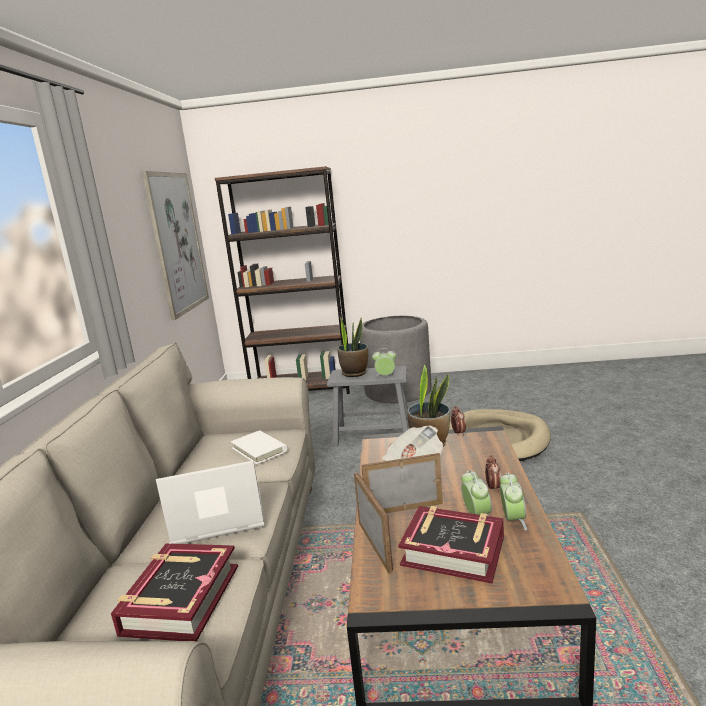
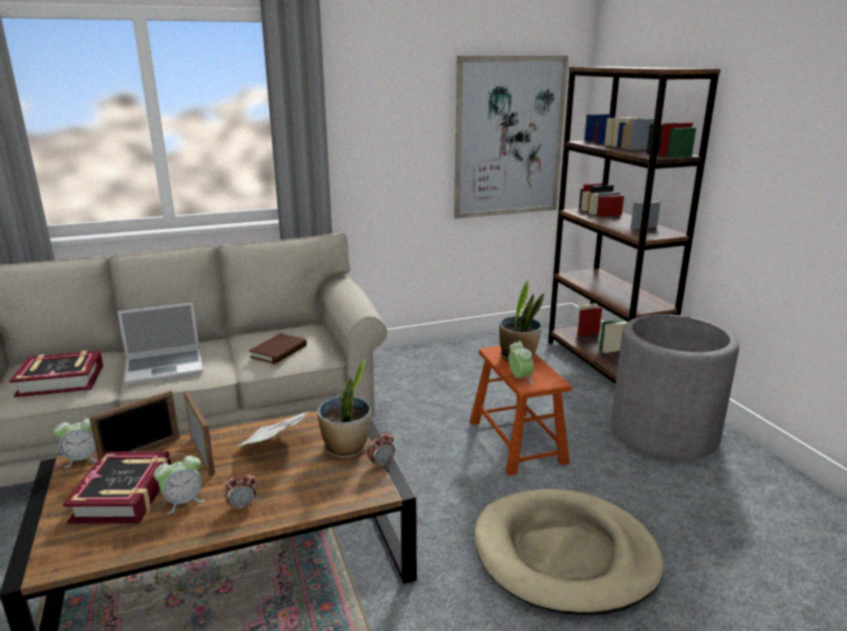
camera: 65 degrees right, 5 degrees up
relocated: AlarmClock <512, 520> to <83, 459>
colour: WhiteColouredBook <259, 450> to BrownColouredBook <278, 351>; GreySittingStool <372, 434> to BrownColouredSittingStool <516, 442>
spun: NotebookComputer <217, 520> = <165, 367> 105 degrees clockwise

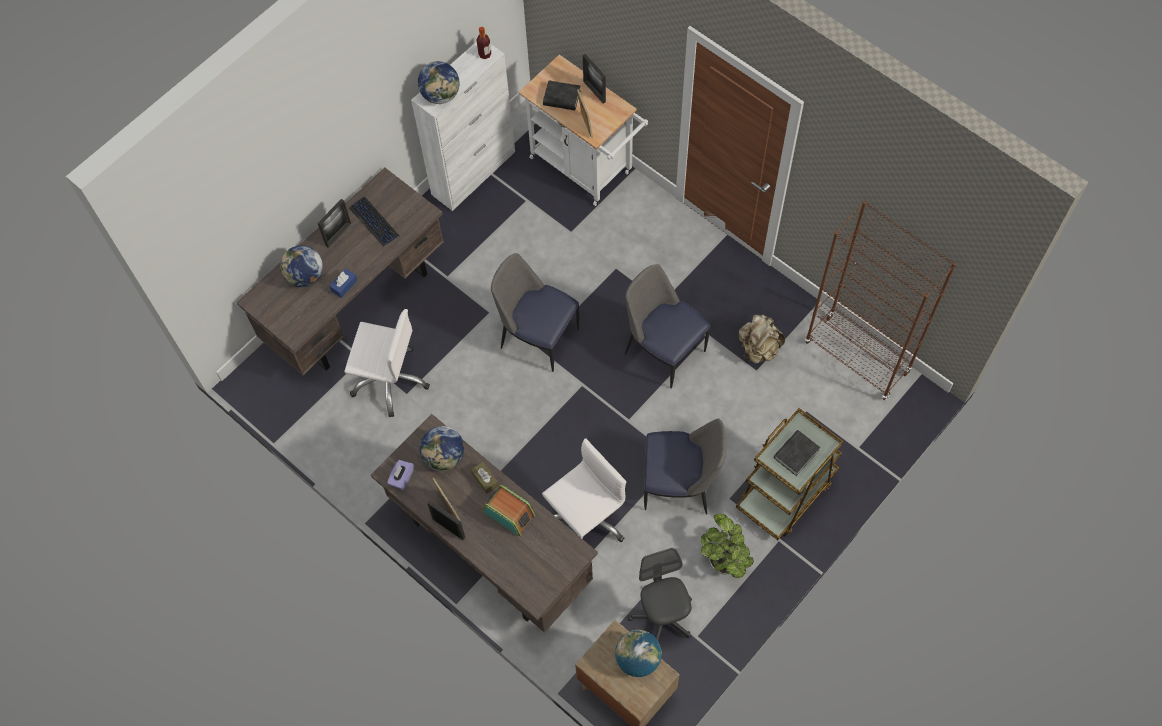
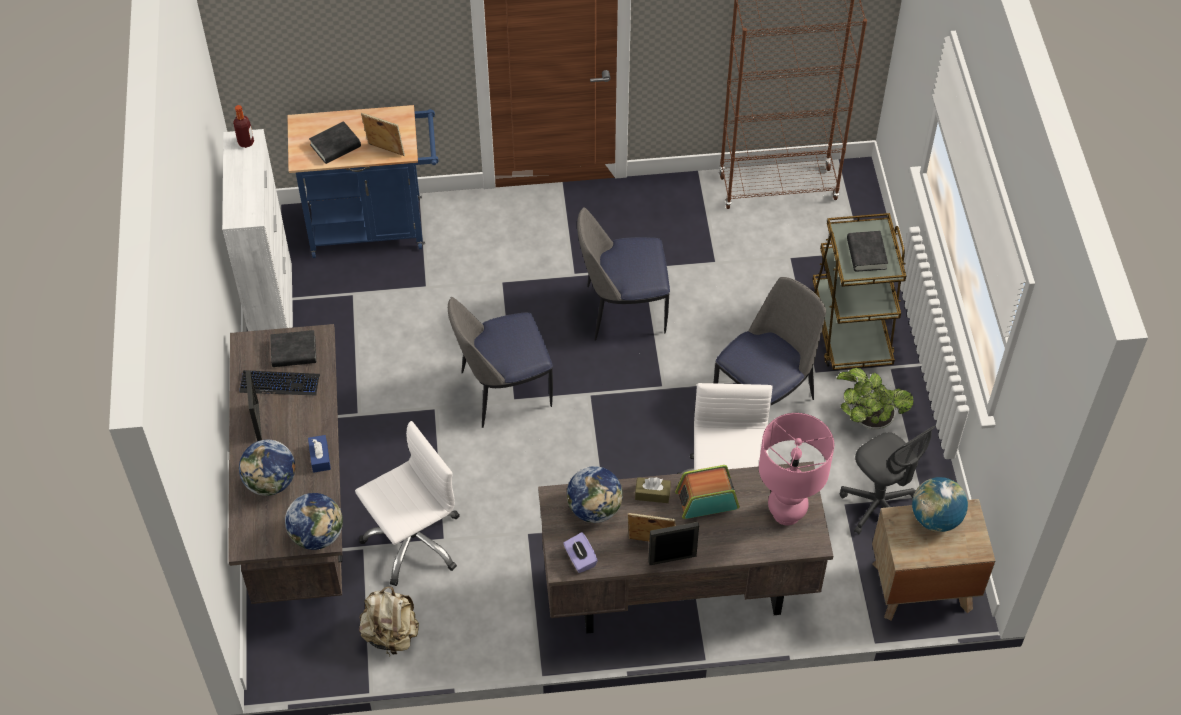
camera: 50 degrees left, 10 degrees down
missing: PhotoFrame <594, 91>
appeared: BlackBook <294, 352>; PinkColouredTableLamp <786, 513>
relocated: DeskGlobe <441, 95> to <317, 535>; BeigeBackpack <758, 348> to <391, 634>
colour: WhiteColouredCart <586, 168> to BlueCart <375, 227>
spun: GreyDeskChair <662, 617> = <878, 506> 150 degrees counterclockwise

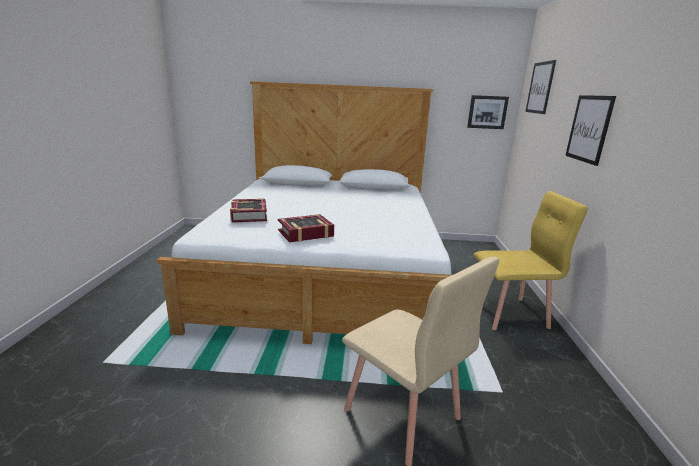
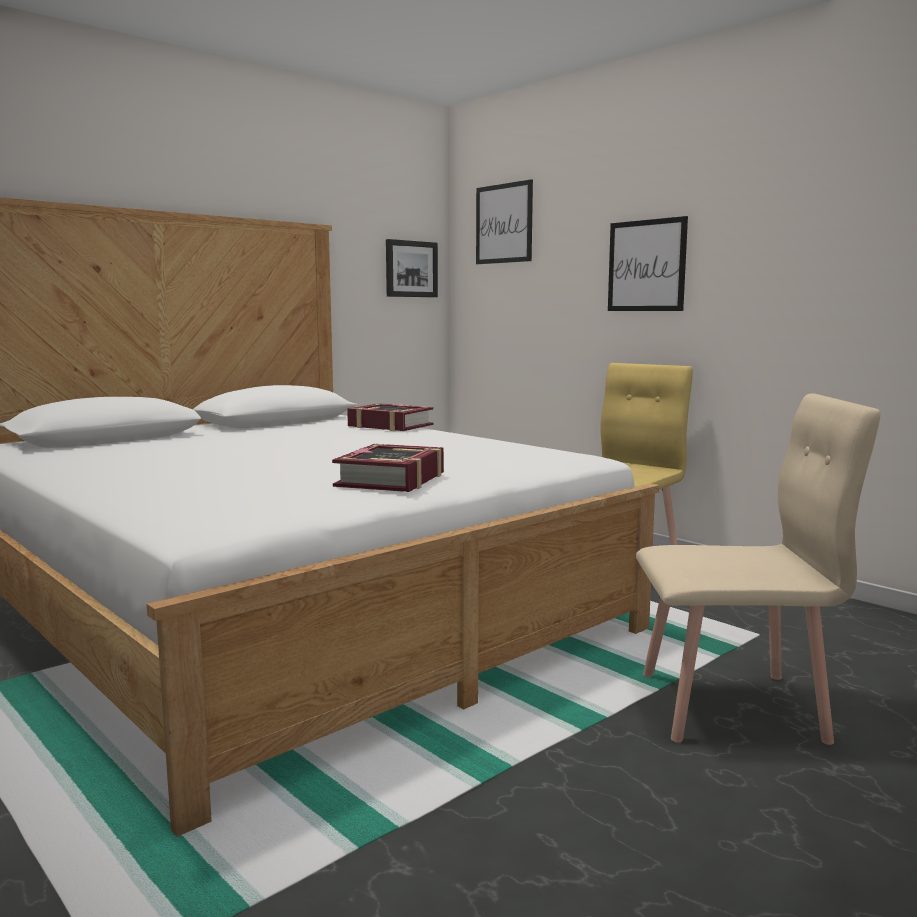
camera: 45 degrees left, 10 degrees down
relocated: Book <249, 215> to <390, 426>

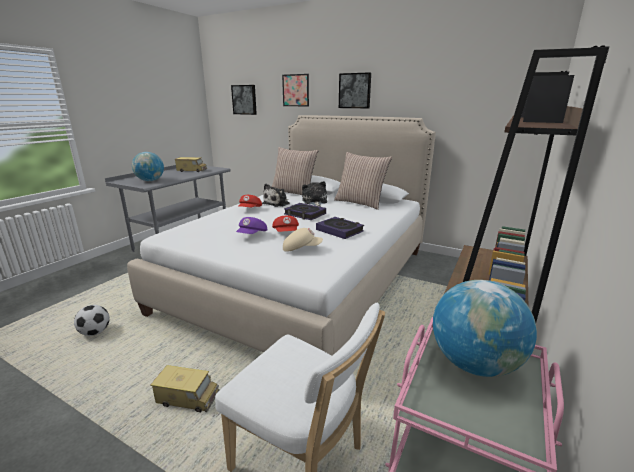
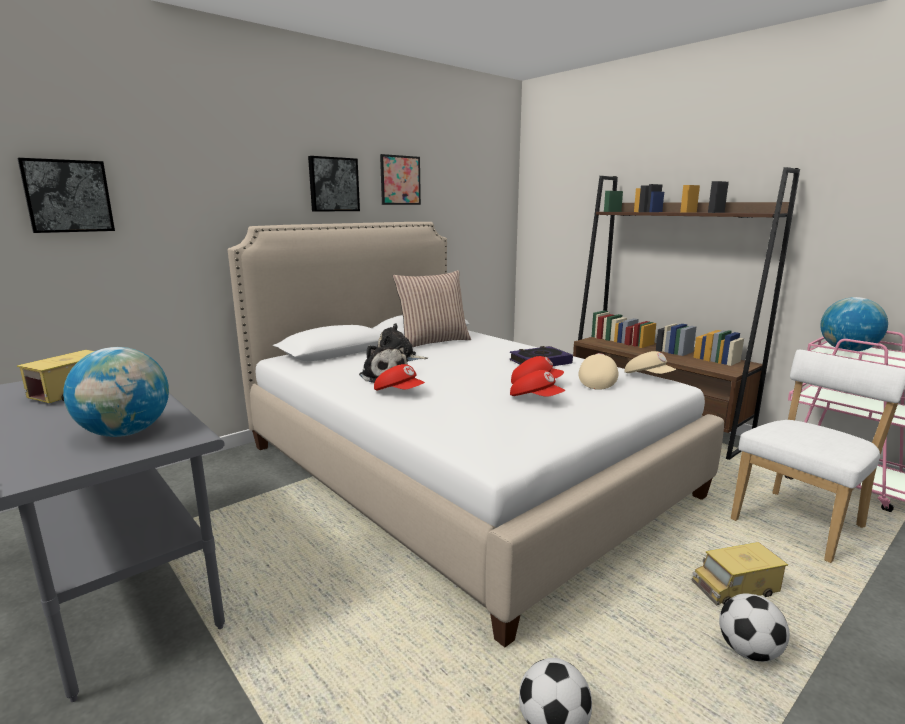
camera: 70 degrees left, 5 degrees down
missing: ThrowPillow <293, 192>; Book <305, 214>
appeared: BeigeCap <648, 376>; BallForFootball <748, 651>
relocated: WallArt <295, 90> to <400, 180>
colour: PurpleCap <252, 235> to ReddishCap <536, 399>
spun: ToyTruck <188, 398> = <735, 588> 135 degrees counterclockwise

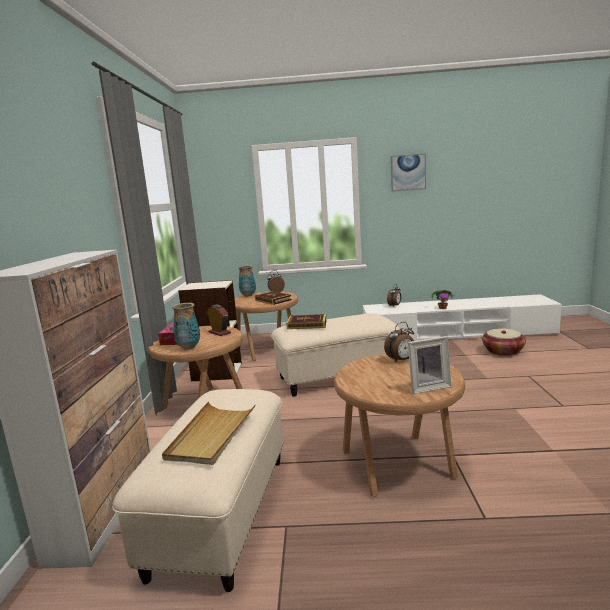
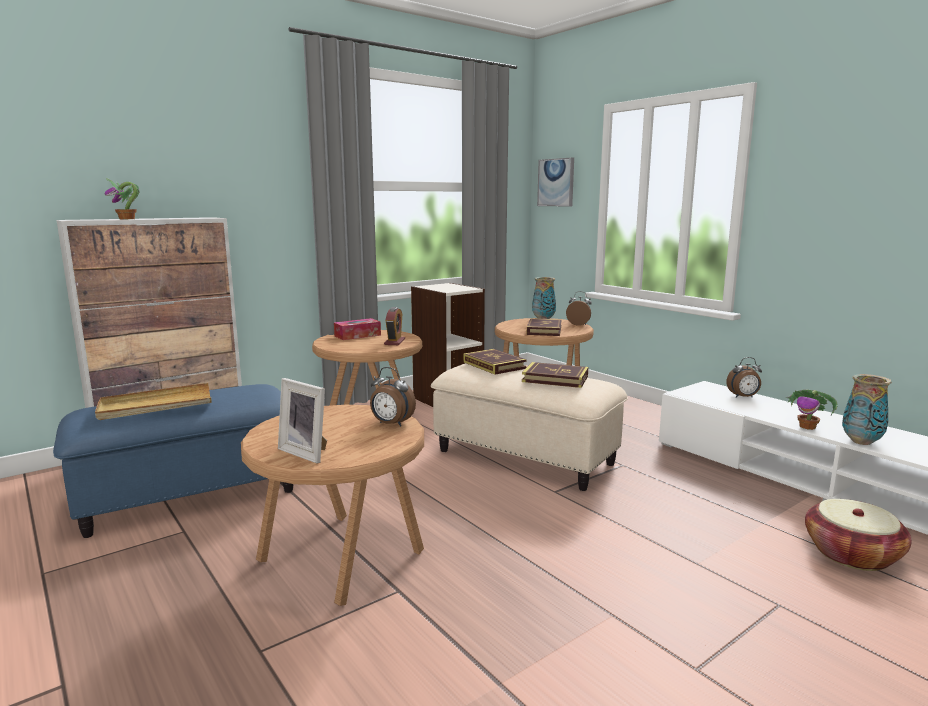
camera: 50 degrees right, 0 degrees up
appeared: PottedPlant <127, 219>; Book <555, 379>
relocated: FlowerVase <189, 348> to <861, 442>; WallArt <408, 172> to <556, 182>
colour: BeigePouffe <221, 512> to BluePouffe <191, 495>

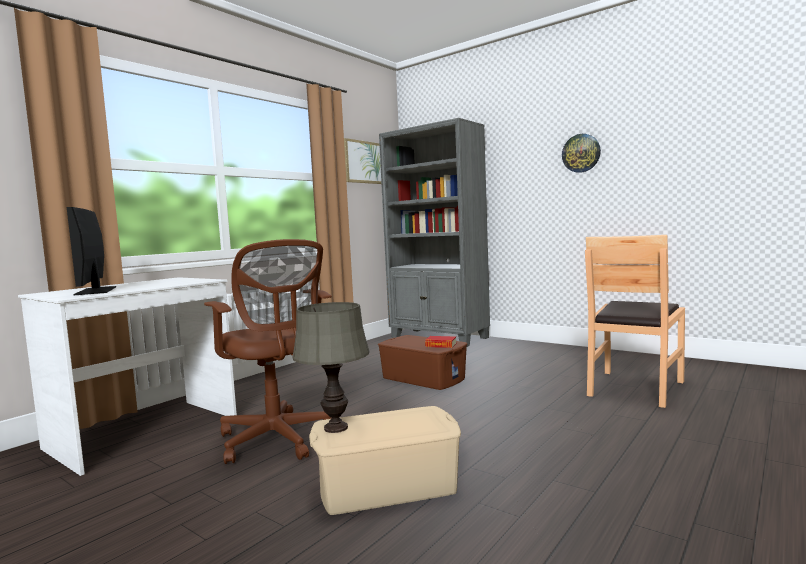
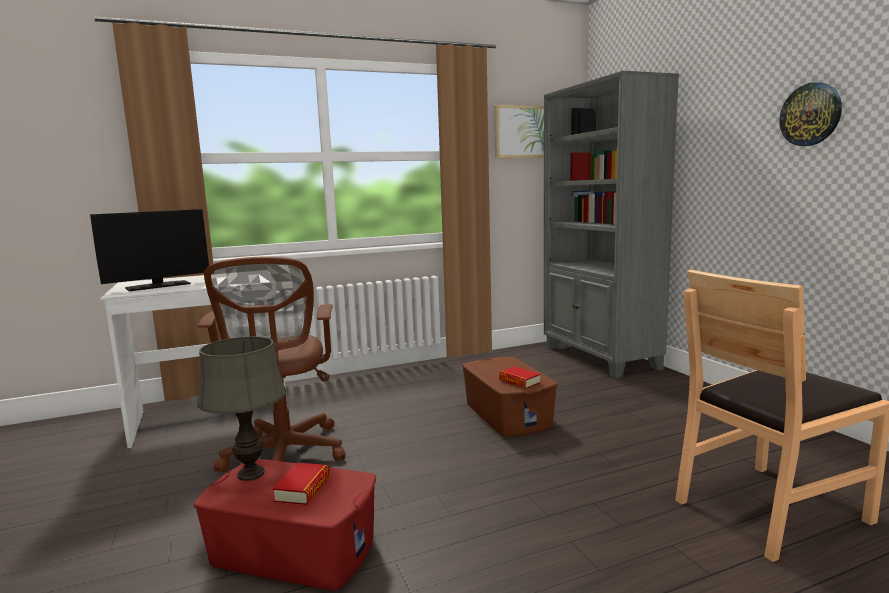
camera: 30 degrees right, 5 degrees up
appeared: Book <303, 489>
colour: BeigeStorageBox <386, 485> to ReddishStorageBox <294, 550>
spun: Monitor <96, 291> = <158, 286> 135 degrees counterclockwise

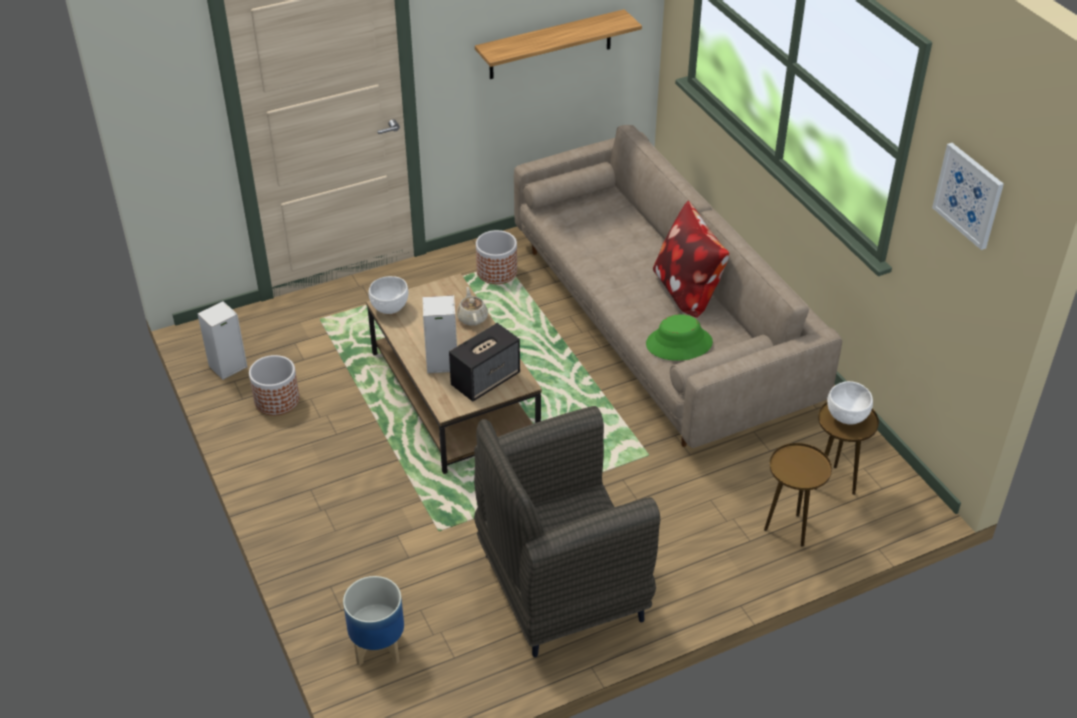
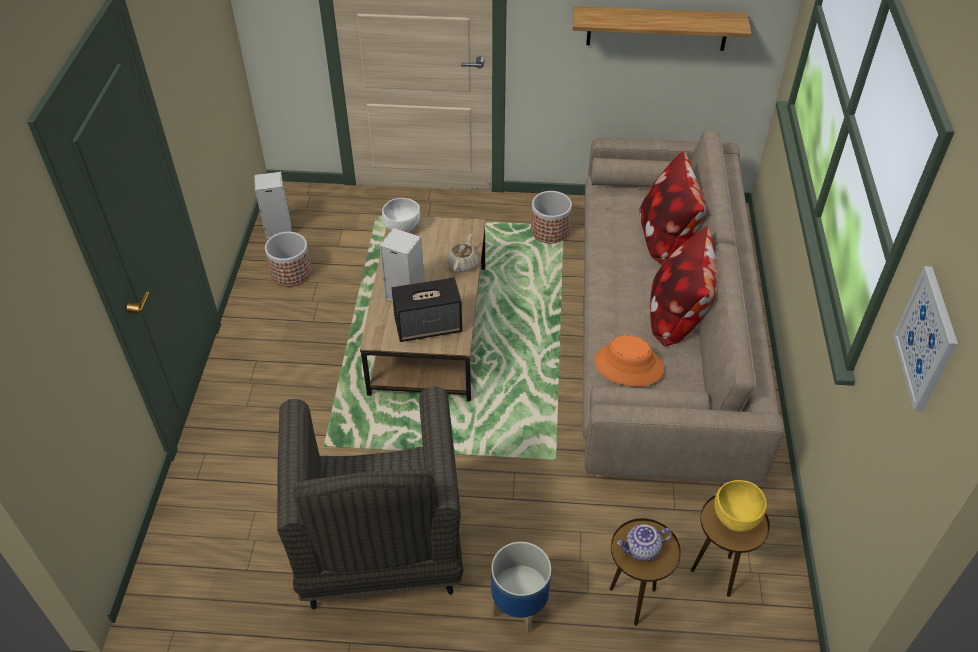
camera: 30 degrees right, 5 degrees up
appeared: TeaPot <642, 550>; ThrowPillow <667, 238>
relocated: PlantPot <378, 648> to <519, 608>
colour: GreenColouredClothingHat <679, 344> to OrangeClothingHat <628, 365>; WhiteColouredBowl <846, 417> to YellowColouredBowl <735, 518>
spun: GreyEasyChair <559, 589> = <380, 551> 105 degrees counterclockwise

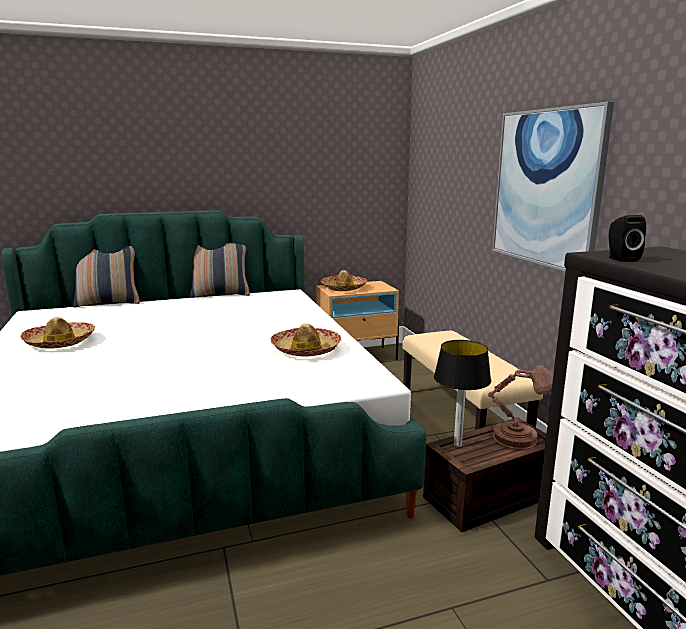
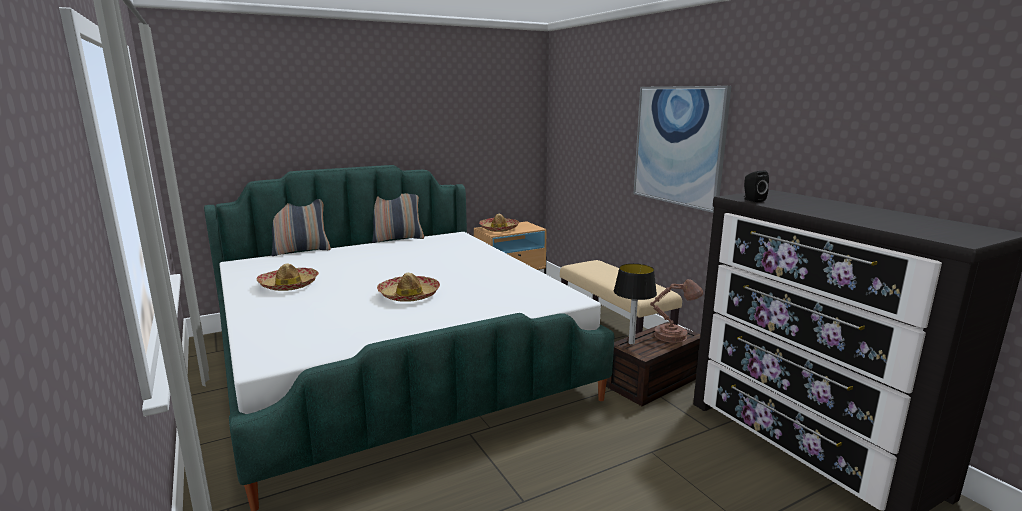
camera: 10 degrees left, 0 degrees up
relocated: ClothingHat <305, 349> to <408, 295>

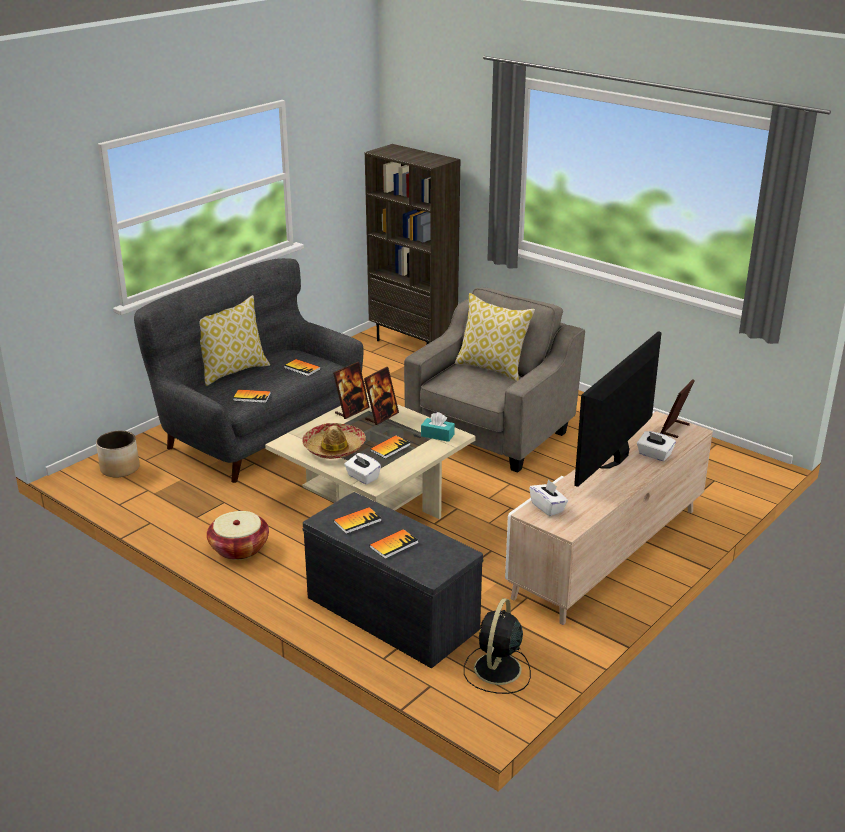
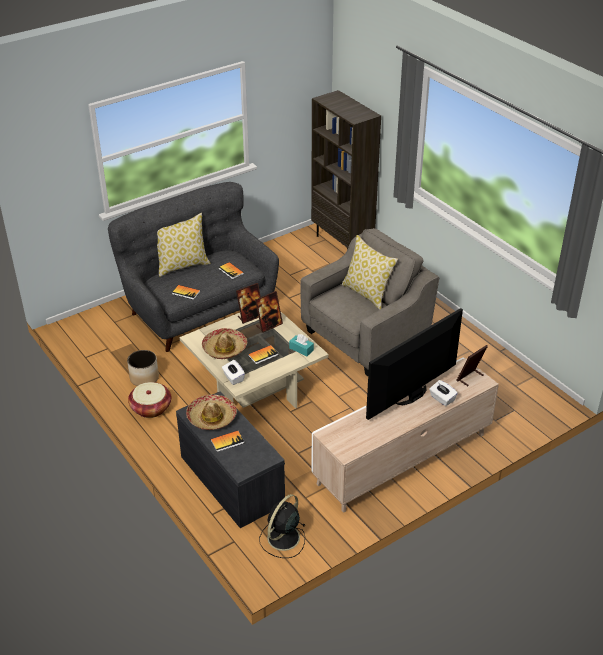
camera: 15 degrees right, 10 degrees up
missing: WhiteColouredBoxOfTissues <548, 507>
relocated: PlantPot <120, 468> to <144, 378>
exchanged: Book <357, 521> to ClothingHat <211, 417>

